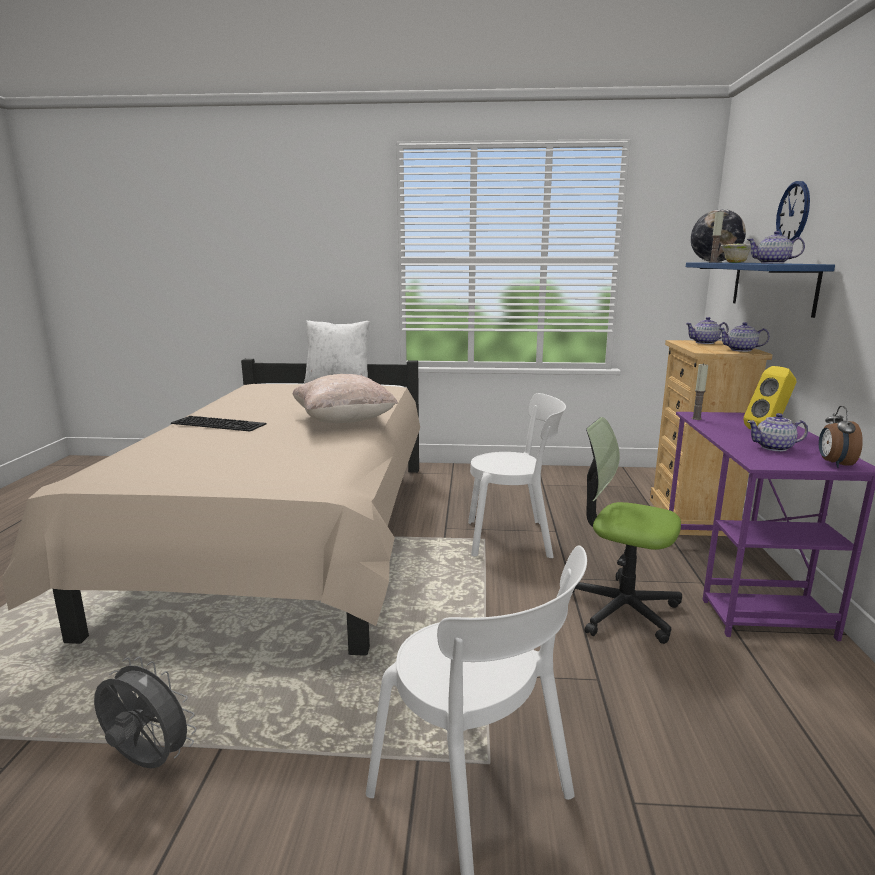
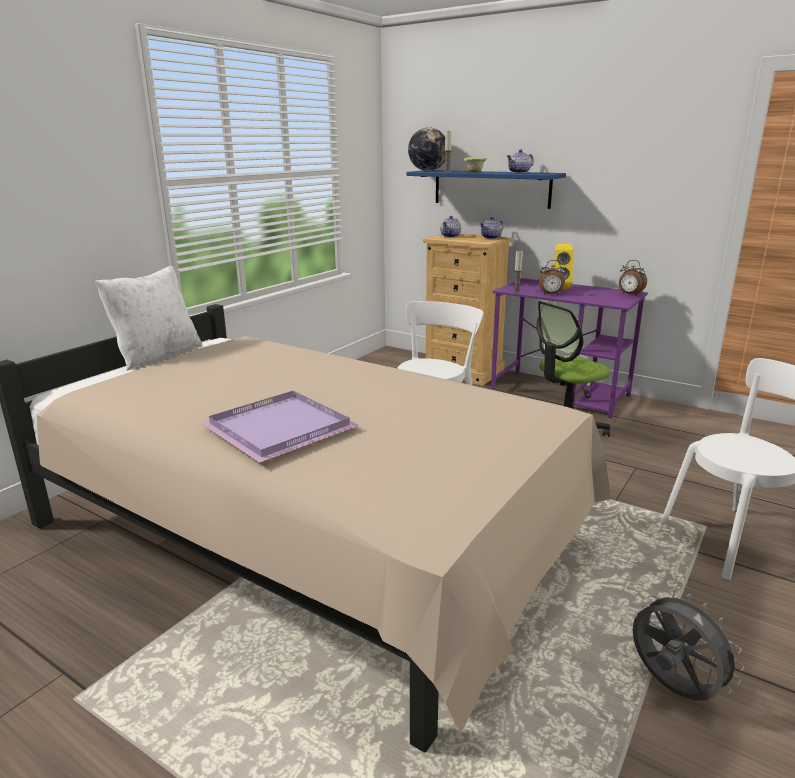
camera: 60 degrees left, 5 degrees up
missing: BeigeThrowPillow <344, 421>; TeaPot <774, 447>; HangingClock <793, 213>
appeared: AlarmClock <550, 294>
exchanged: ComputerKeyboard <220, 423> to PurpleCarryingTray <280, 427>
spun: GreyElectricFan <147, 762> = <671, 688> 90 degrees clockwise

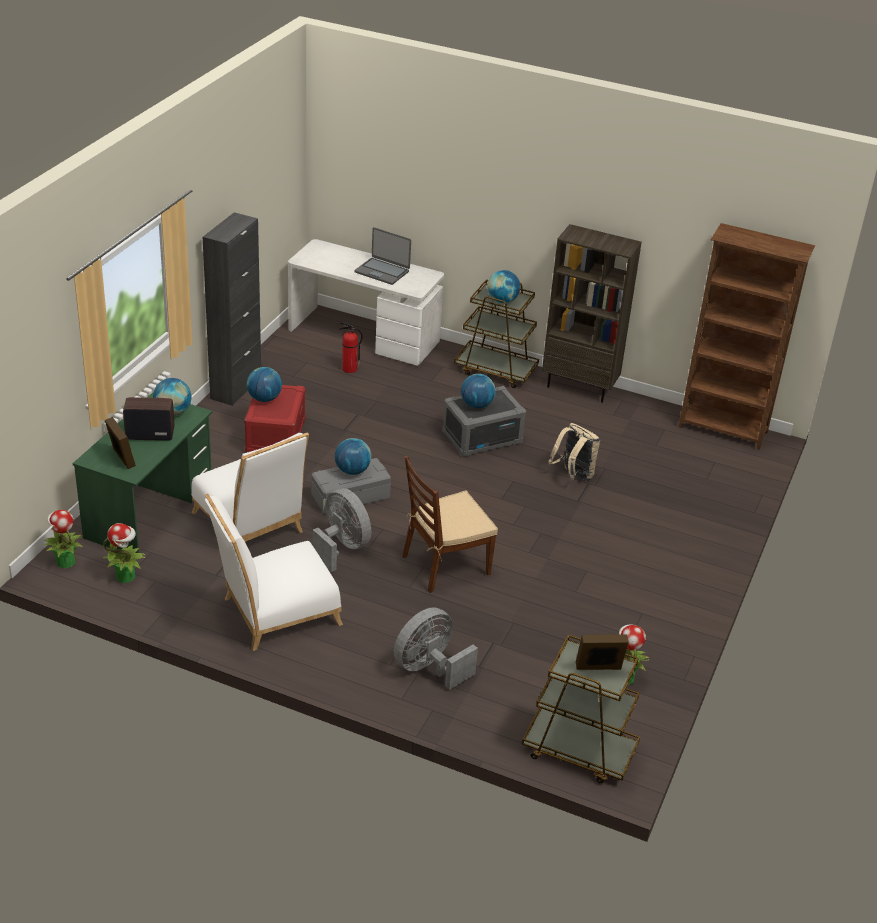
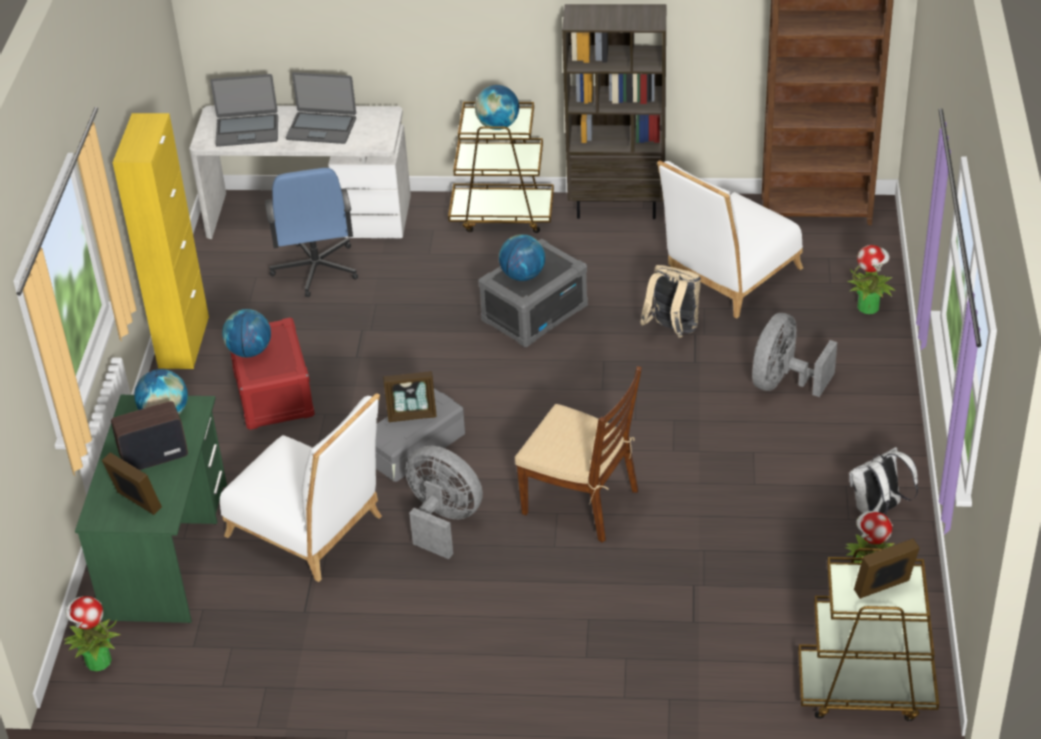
camera: 15 degrees left, 5 degrees up
appeared: NotebookComputer <247, 130>; WhiteColouredBackpack <878, 511>
relocated: PottedPlant <126, 576> to <868, 306>; WhiteColouredUprightChair <275, 613> to <728, 278>; GreyElectricFan <429, 668> to <783, 383>
exchanged: DeskGlobe <352, 471> to PhotoFrame <412, 415>; FireExtinguisher <349, 369> to BlueDeskChair <316, 269>
colour: BlackStorageCabinet <236, 388> to YellowColouredStorageCabinet <184, 342>
spun: BrownColouredUprightChair <445, 565> = <581, 502> 105 degrees counterclockwise

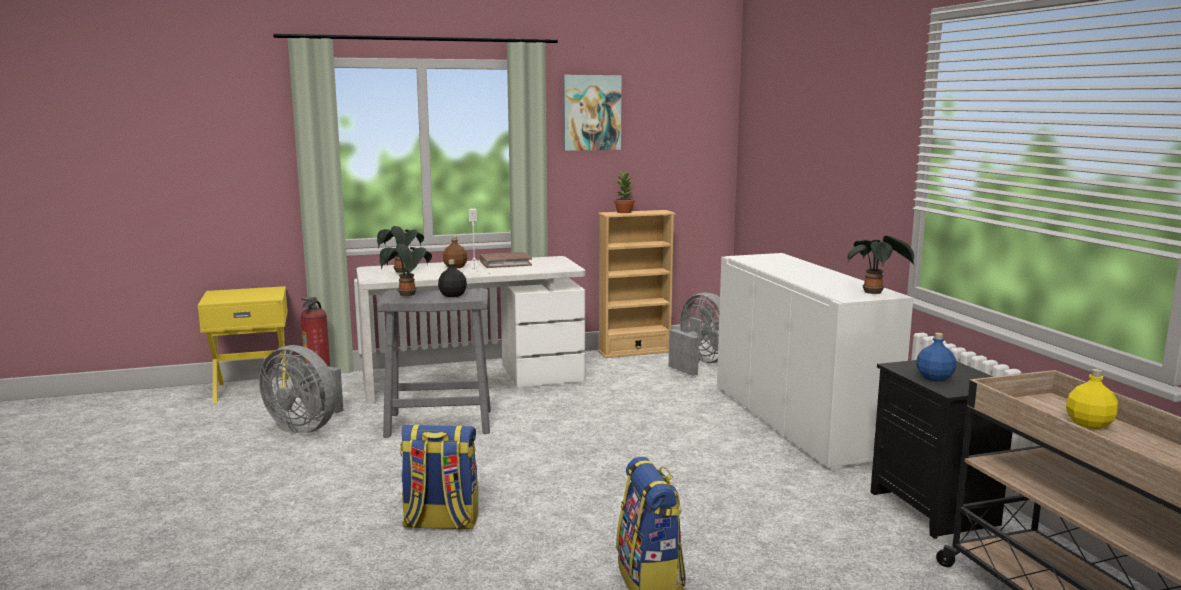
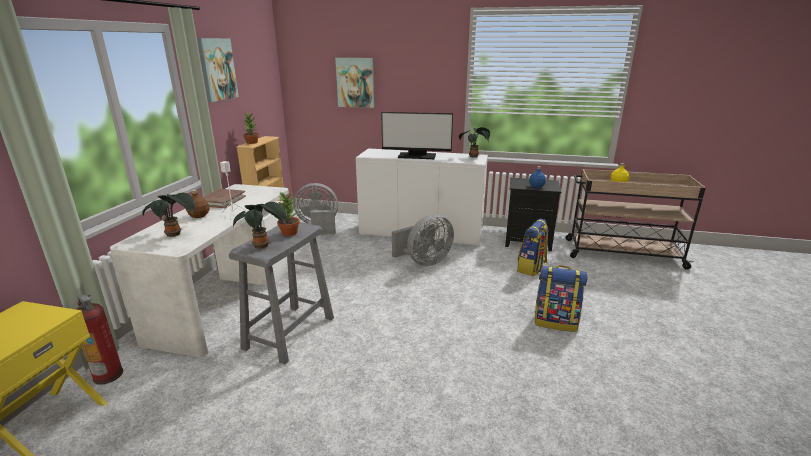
camera: 60 degrees left, 10 degrees up
appeared: WallArt <355, 82>; Monitor <417, 156>
relocated: GreyElectricFan <306, 427> to <424, 262>; Backpack <440, 522> to <531, 268>
exchanged: BlackBeverageBottle <452, 295> to PottedPlant <289, 232>

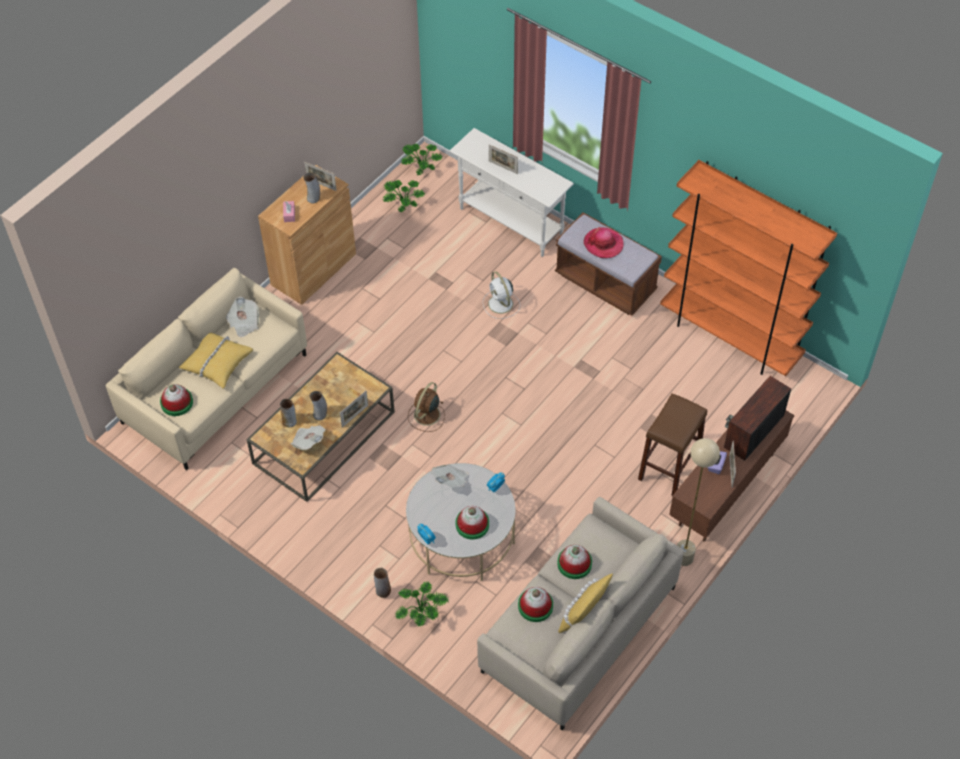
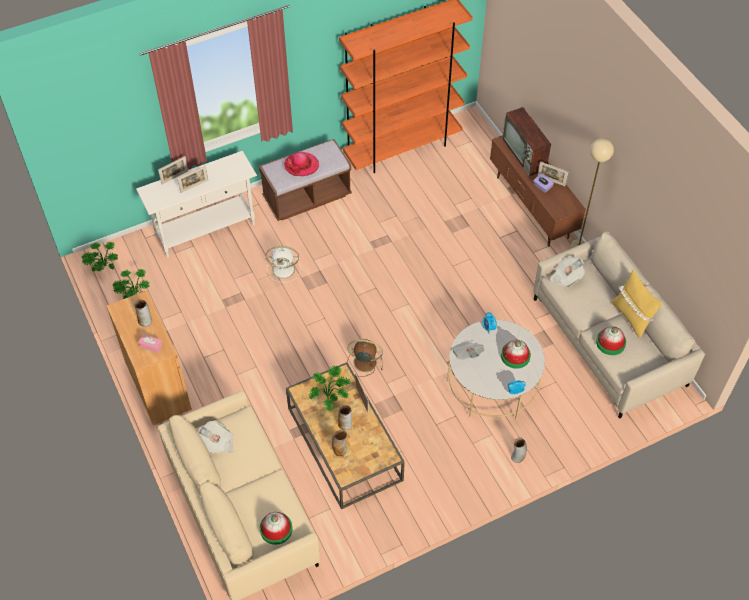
camera: 65 degrees left, 0 degrees up
missing: YellowColouredThrowPillow <217, 363>; ClothingHat <574, 563>; BrownColouredSittingStool <669, 467>
relocated: PrintedPaper <308, 442> to <566, 277>; PhotoFrame <321, 184> to <175, 177>; PottedPlant <422, 614> to <330, 396>
spun: BrownColouredElectricFan <426, 415> = <364, 362> 135 degrees clockwise

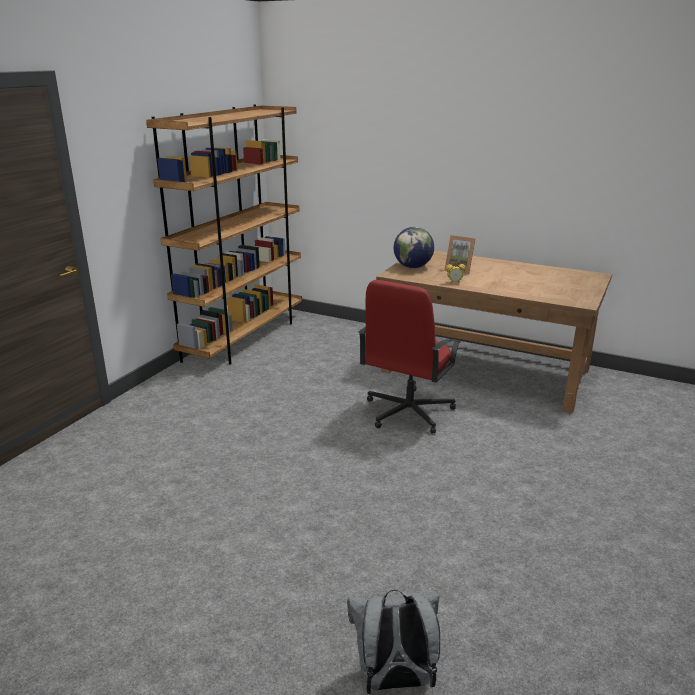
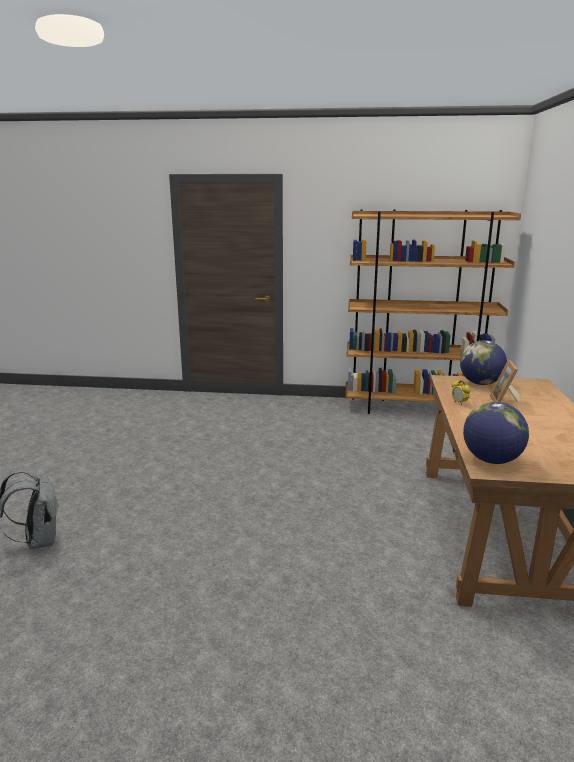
camera: 70 degrees right, 5 degrees down
missing: ReddishDeskChair <407, 412>
appeared: DeskGlobe <491, 460>

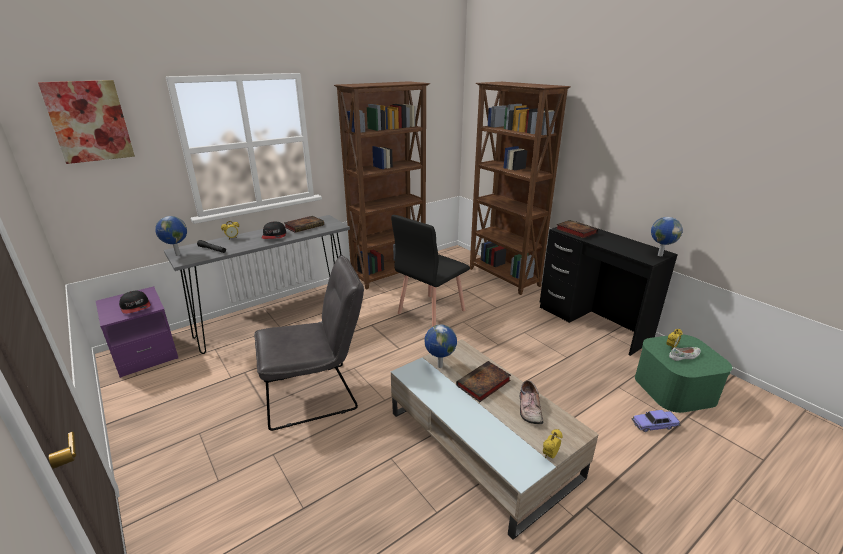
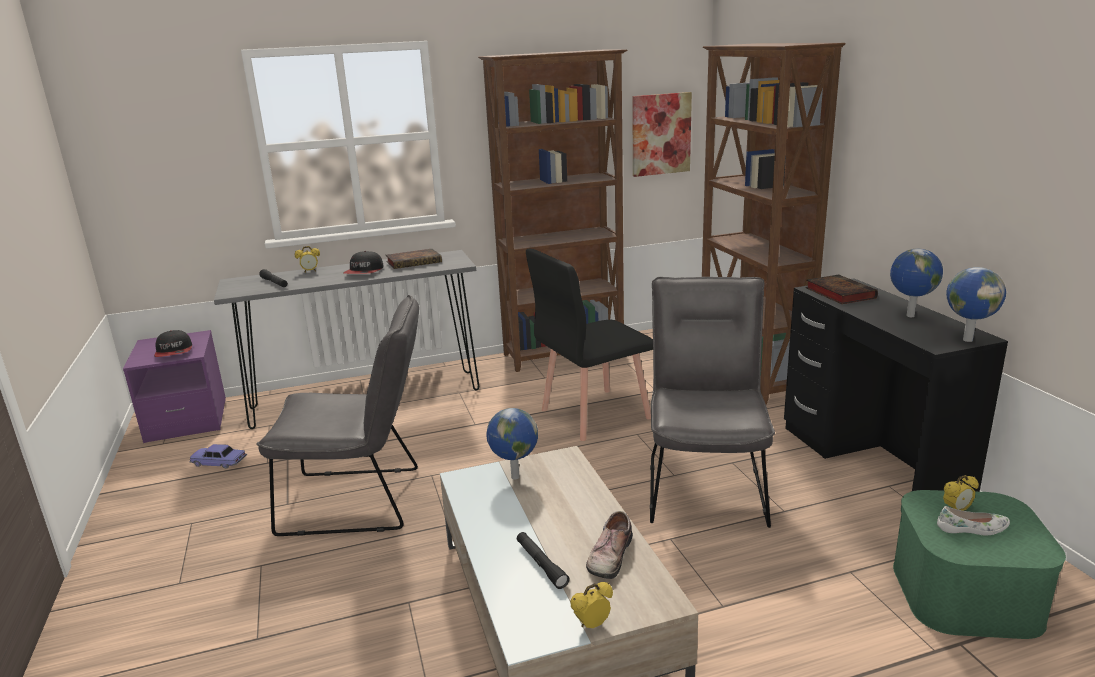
camera: 20 degrees right, 5 degrees down
missing: Book <483, 384>
appeared: BlackFlashlight <541, 564>; GreyUprightChair <705, 484>
relocated: WallArt <89, 121> to <661, 134>; DeskGlobe <177, 255> to <909, 316>; MiniatureCar <654, 425> to <219, 463>

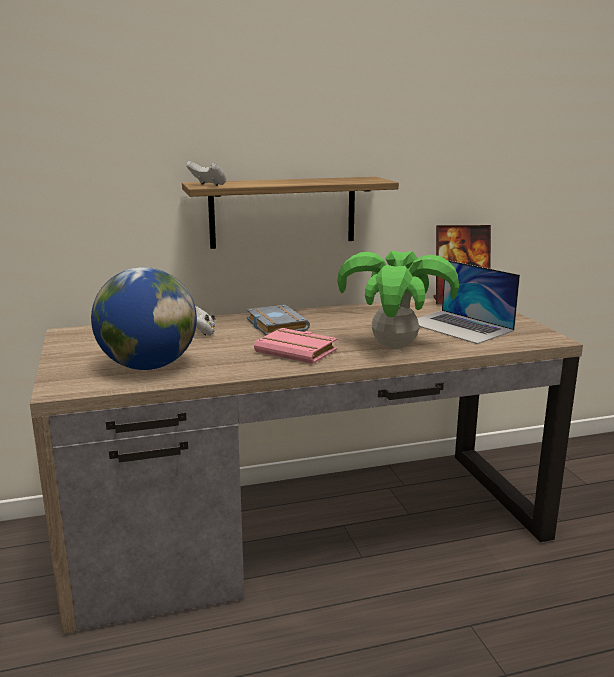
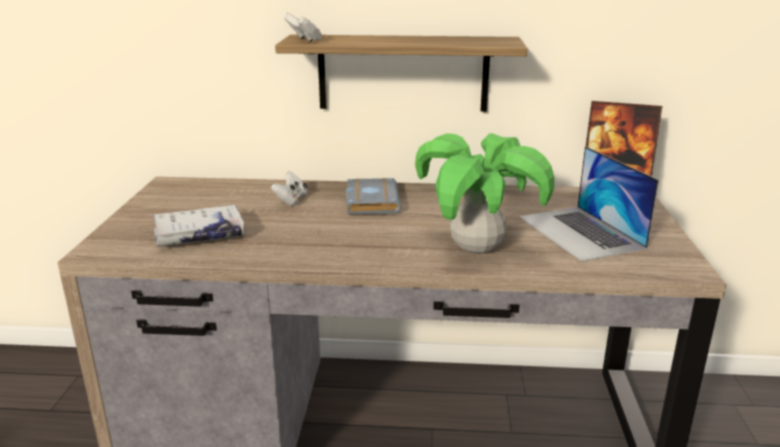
camera: 20 degrees right, 5 degrees up
missing: PinkColouredBook <298, 351>
exchanged: DeskGlobe <148, 366> to WhiteColouredBook <199, 235>

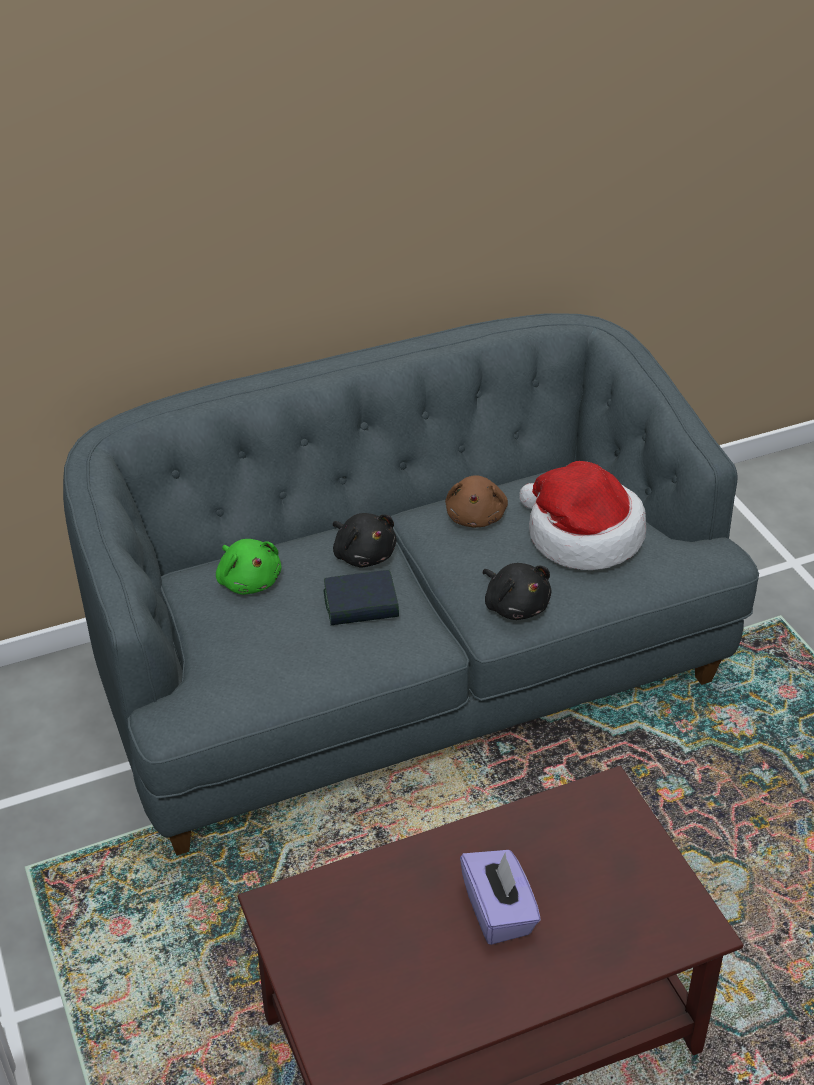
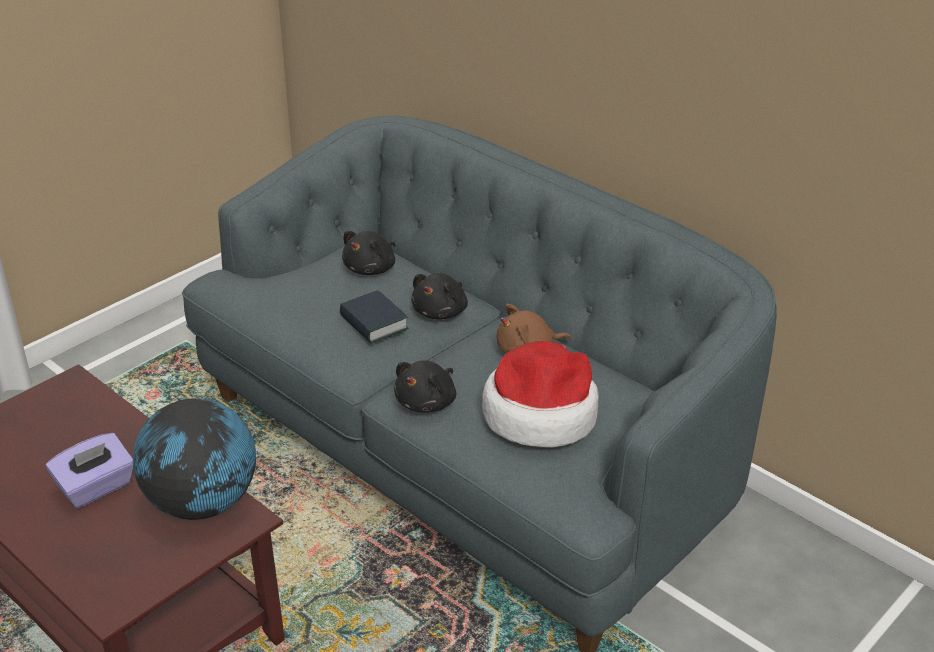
camera: 65 degrees right, 5 degrees down
appeared: DeskGlobe <202, 503>
colour: GreenColouredSoftToy <249, 581> to BlackSoftToy <371, 268>

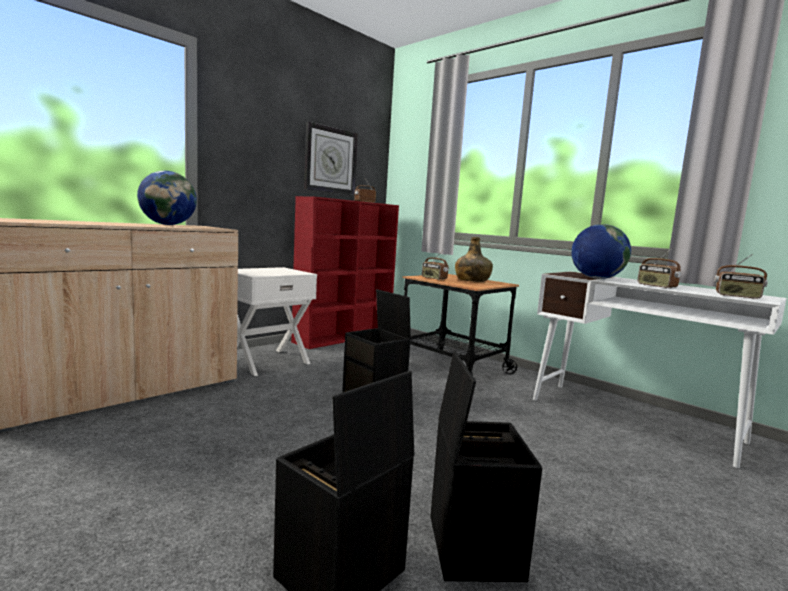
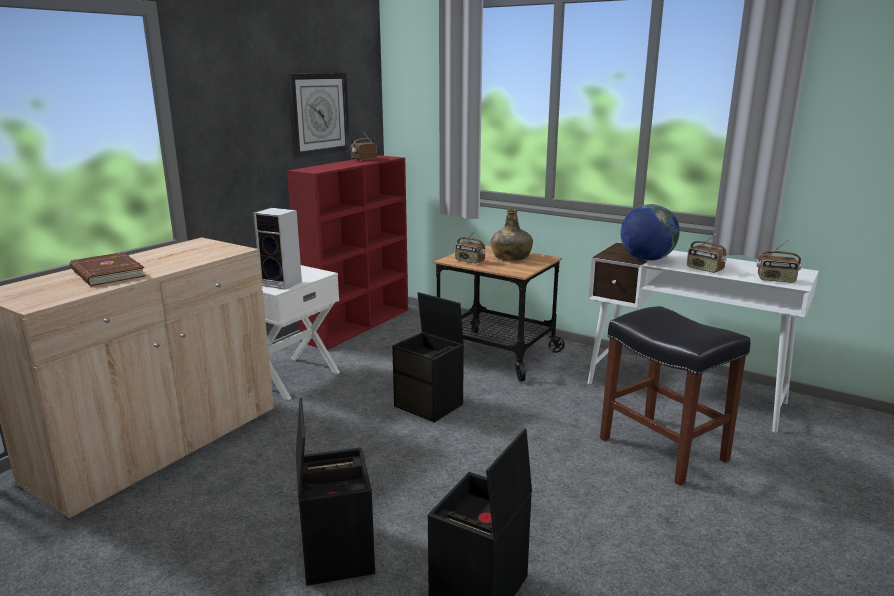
camera: 10 degrees left, 10 degrees up
missing: DeskGlobe <168, 224>
appeared: BrownColouredBook <106, 273>; AudioSpeaker <283, 283>; BlackSittingStool <661, 448>
relocated: BlackStorageBox <472, 545> to <335, 552>

